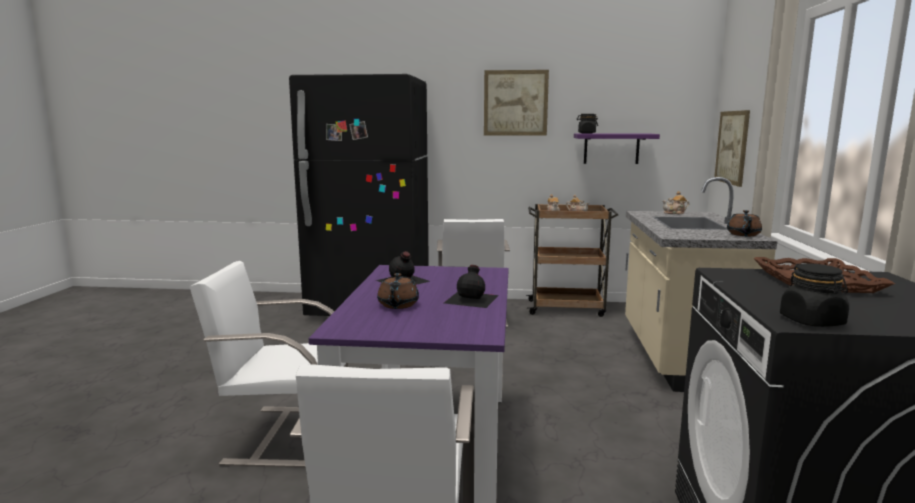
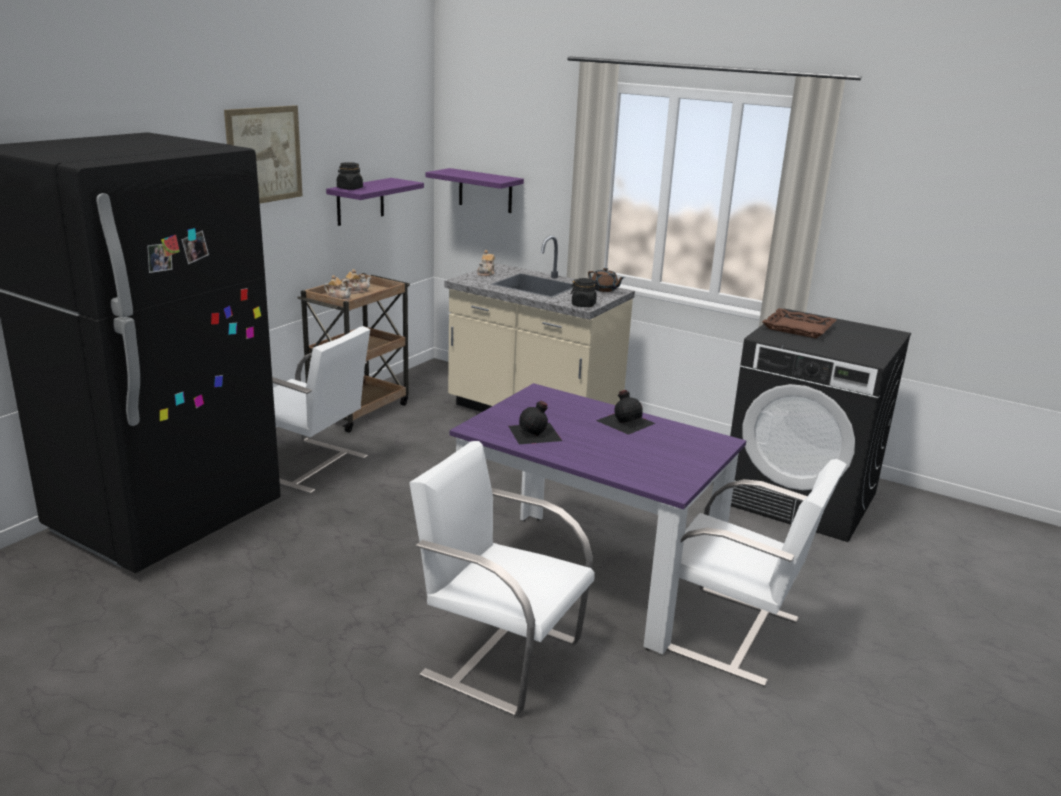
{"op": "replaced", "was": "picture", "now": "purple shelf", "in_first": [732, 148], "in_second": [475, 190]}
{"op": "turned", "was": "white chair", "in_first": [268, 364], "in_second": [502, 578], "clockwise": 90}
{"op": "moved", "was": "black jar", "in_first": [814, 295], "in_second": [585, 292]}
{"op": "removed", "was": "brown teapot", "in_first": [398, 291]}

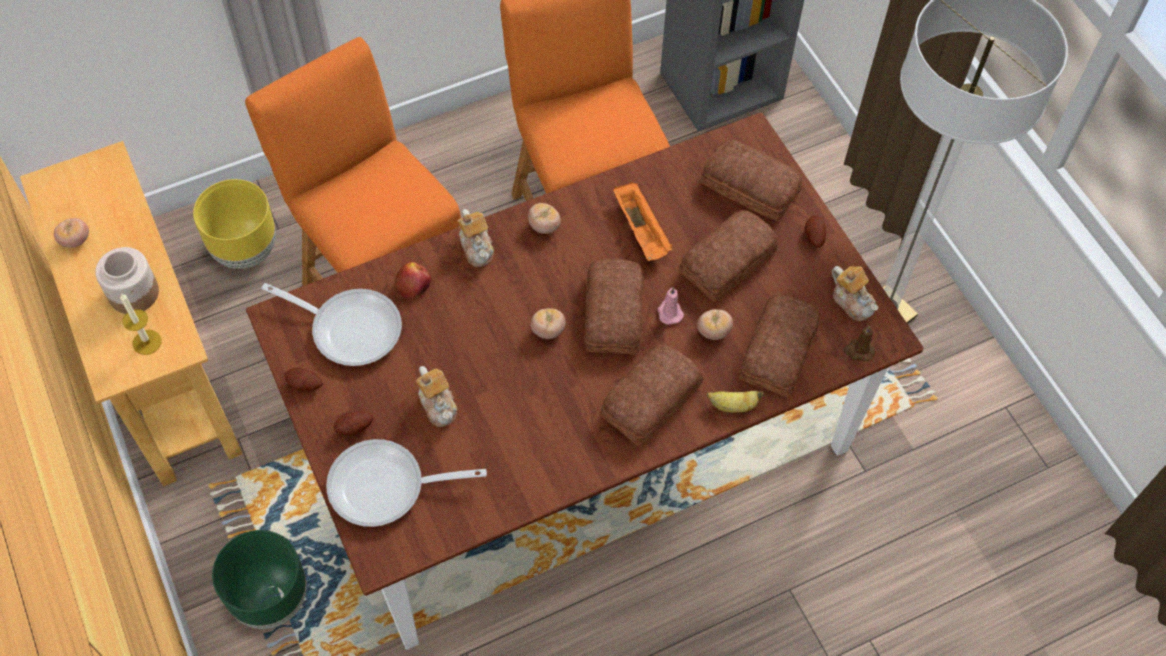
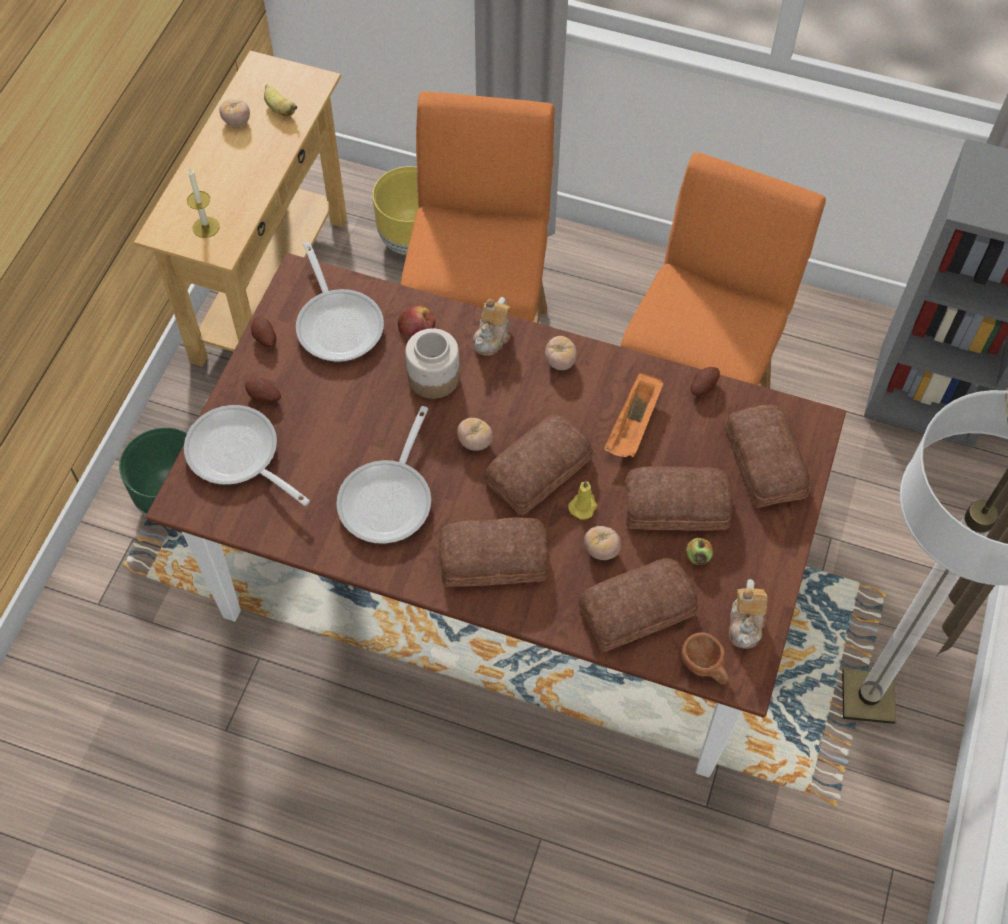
{"op": "moved", "was": "potato", "in_first": [815, 231], "in_second": [705, 381]}
{"op": "moved", "was": "jar", "in_first": [127, 280], "in_second": [432, 363]}
{"op": "recoloured", "was": "pink candle", "now": "yellow candle", "in_first": [671, 306], "in_second": [582, 500]}
{"op": "replaced", "was": "brown candle", "now": "brown cup", "in_first": [859, 343], "in_second": [705, 658]}
{"op": "removed", "was": "teapot", "in_first": [436, 396]}
{"op": "moved", "was": "banana", "in_first": [735, 402], "in_second": [280, 100]}
{"op": "added", "now": "frying pan", "in_second": [383, 475]}
{"op": "added", "now": "apple", "in_second": [699, 551]}

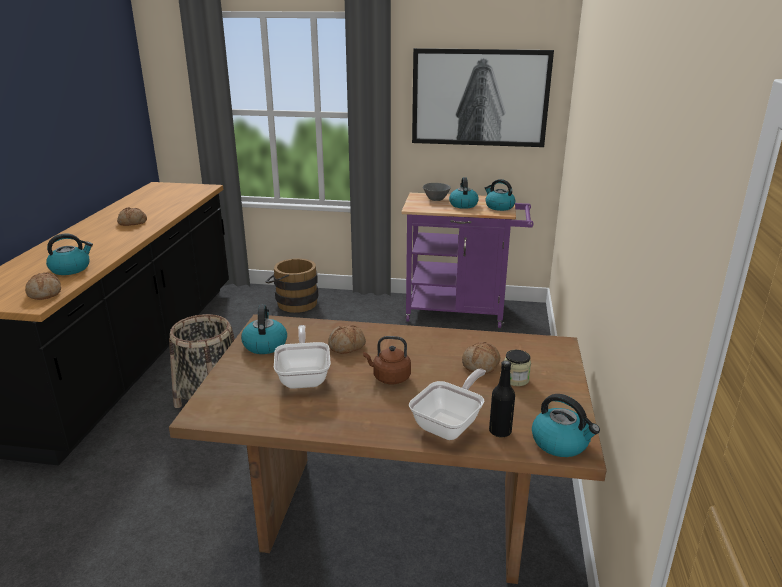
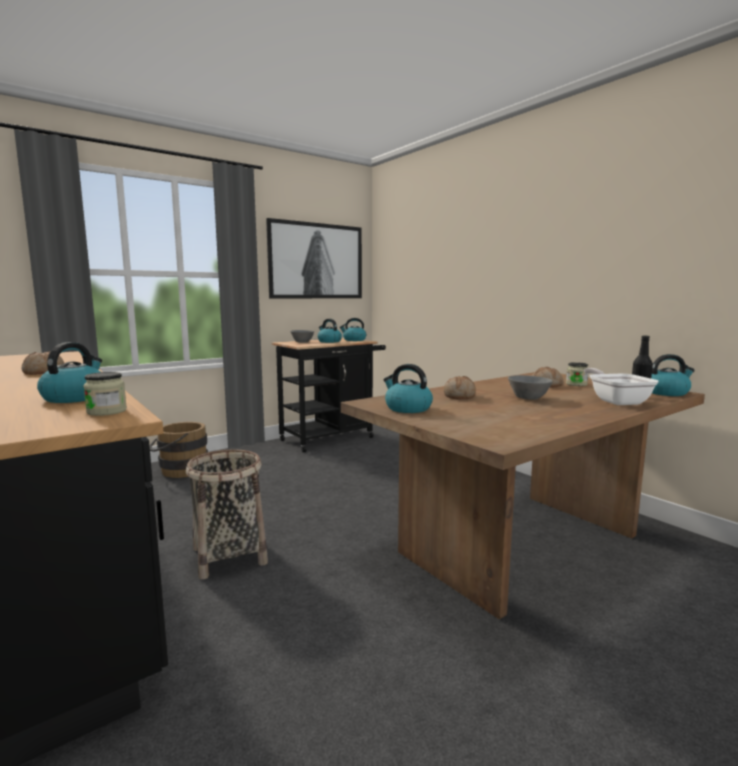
{"op": "recoloured", "was": "purple cart", "now": "black cart", "in_first": [467, 260], "in_second": [329, 395]}
{"op": "replaced", "was": "bread", "now": "jar", "in_first": [43, 286], "in_second": [105, 394]}
{"op": "removed", "was": "frying pan", "in_first": [302, 357]}
{"op": "replaced", "was": "brown kettle", "now": "grey bowl", "in_first": [387, 360], "in_second": [530, 387]}

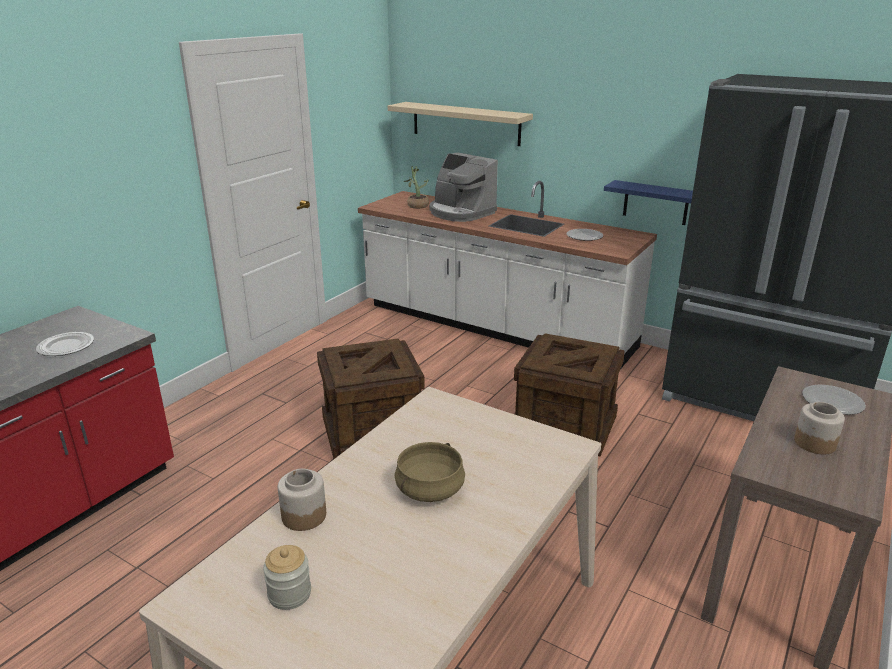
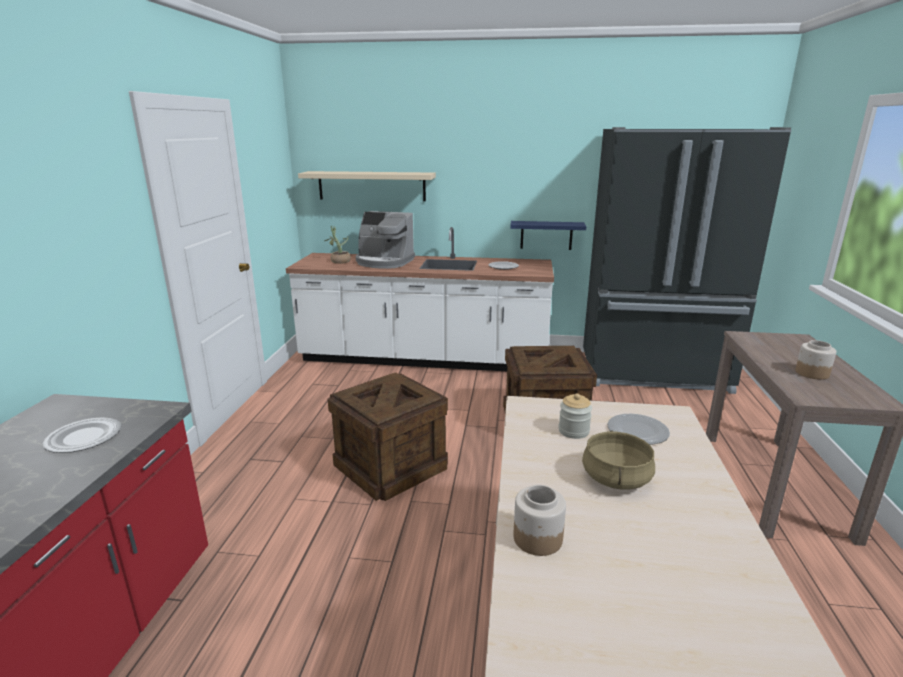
{"op": "moved", "was": "plate", "in_first": [834, 400], "in_second": [639, 429]}
{"op": "moved", "was": "jar", "in_first": [287, 577], "in_second": [575, 416]}

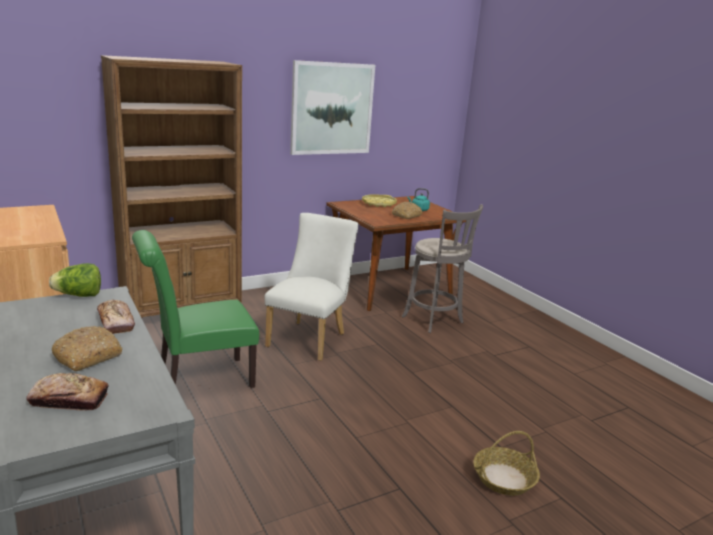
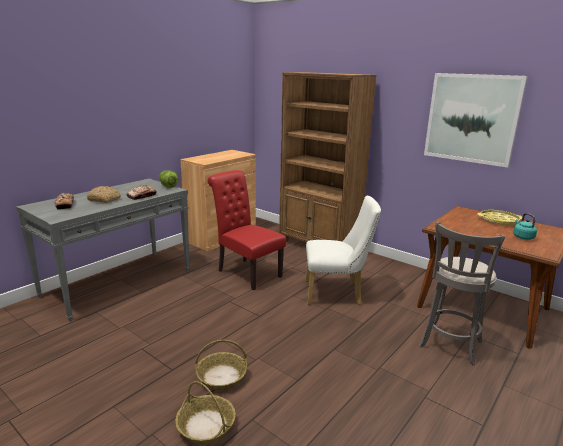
{"op": "removed", "was": "bread", "in_first": [407, 210]}
{"op": "recoloured", "was": "green chair", "now": "red chair", "in_first": [195, 309], "in_second": [246, 230]}
{"op": "added", "now": "basket", "in_second": [221, 365]}

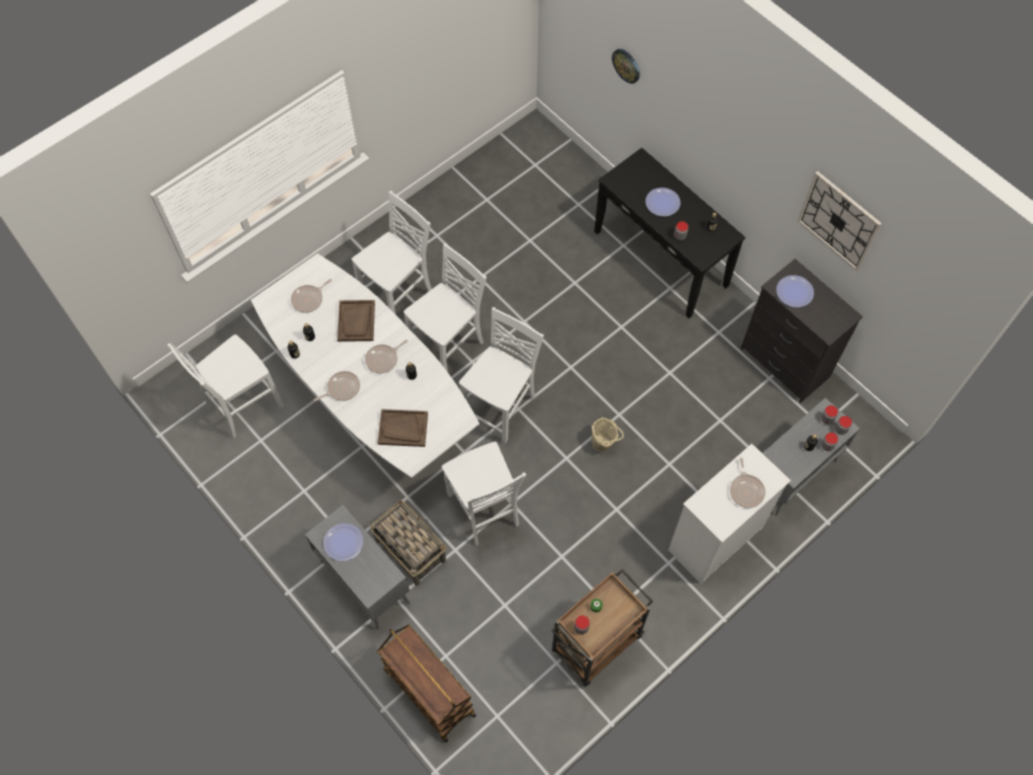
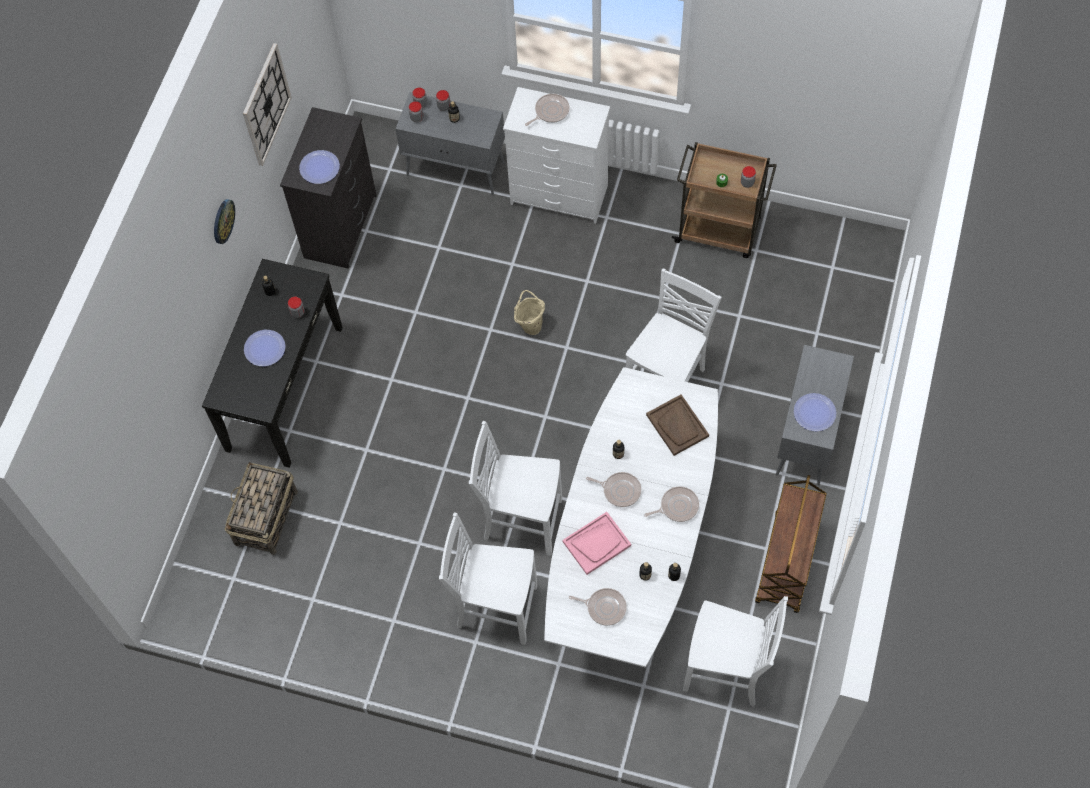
{"op": "moved", "was": "wall clock", "in_first": [626, 66], "in_second": [224, 221]}
{"op": "recoloured", "was": "brown tray", "now": "pink tray", "in_first": [356, 321], "in_second": [597, 543]}
{"op": "removed", "was": "white chair", "in_first": [501, 375]}
{"op": "turned", "was": "frying pan", "in_first": [337, 386], "in_second": [671, 504], "clockwise": 135}
{"op": "moved", "was": "basket", "in_first": [408, 543], "in_second": [261, 508]}
{"op": "moved", "was": "brown cart", "in_first": [426, 683], "in_second": [791, 544]}

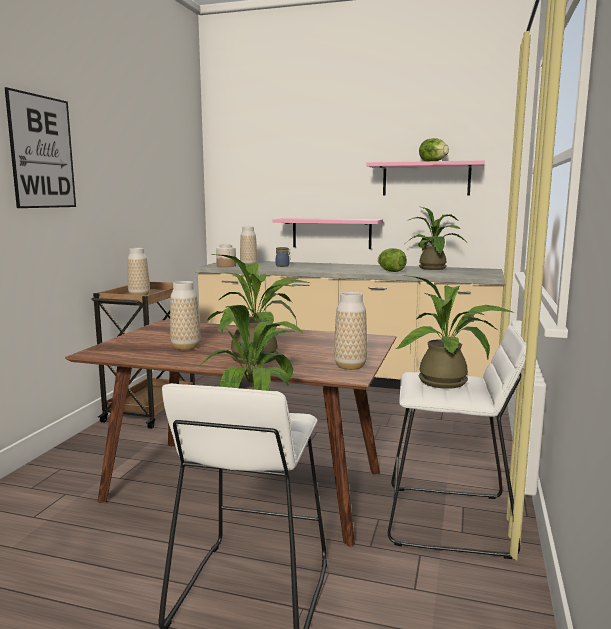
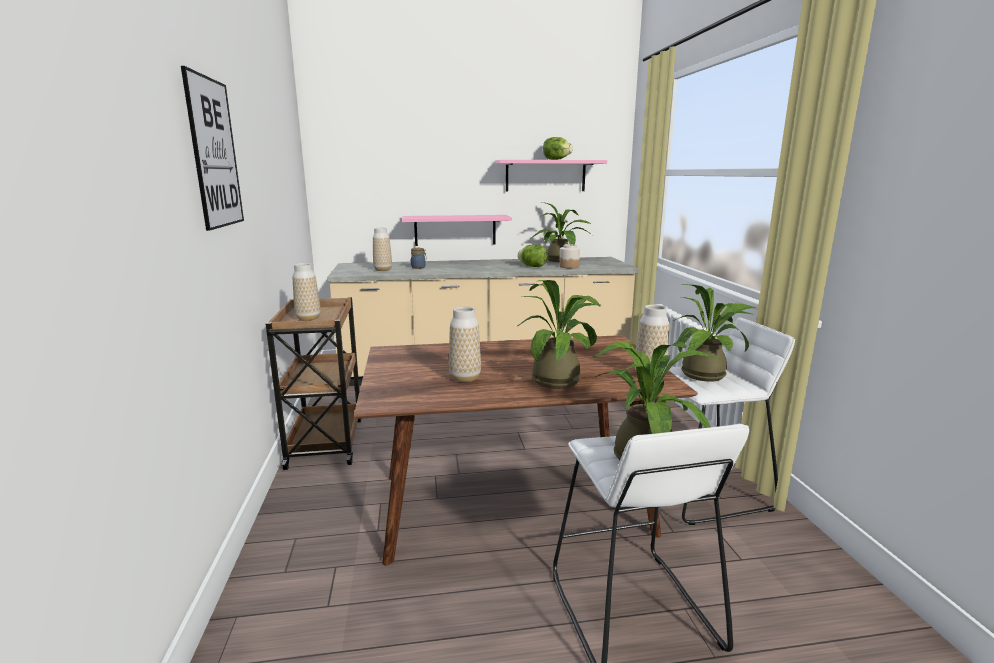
{"op": "moved", "was": "jar", "in_first": [226, 255], "in_second": [569, 256]}

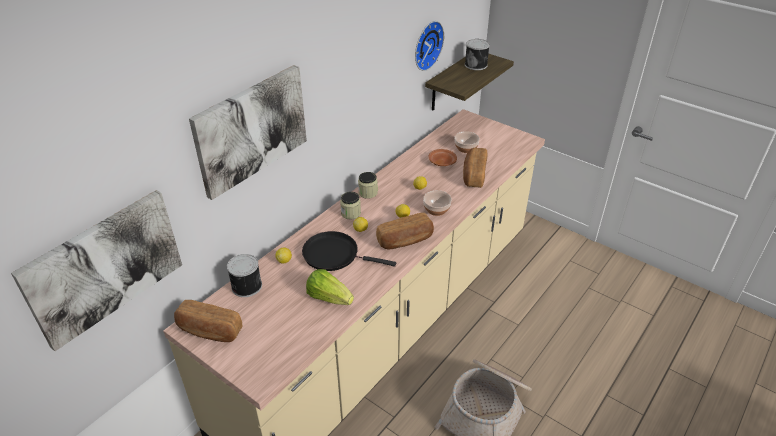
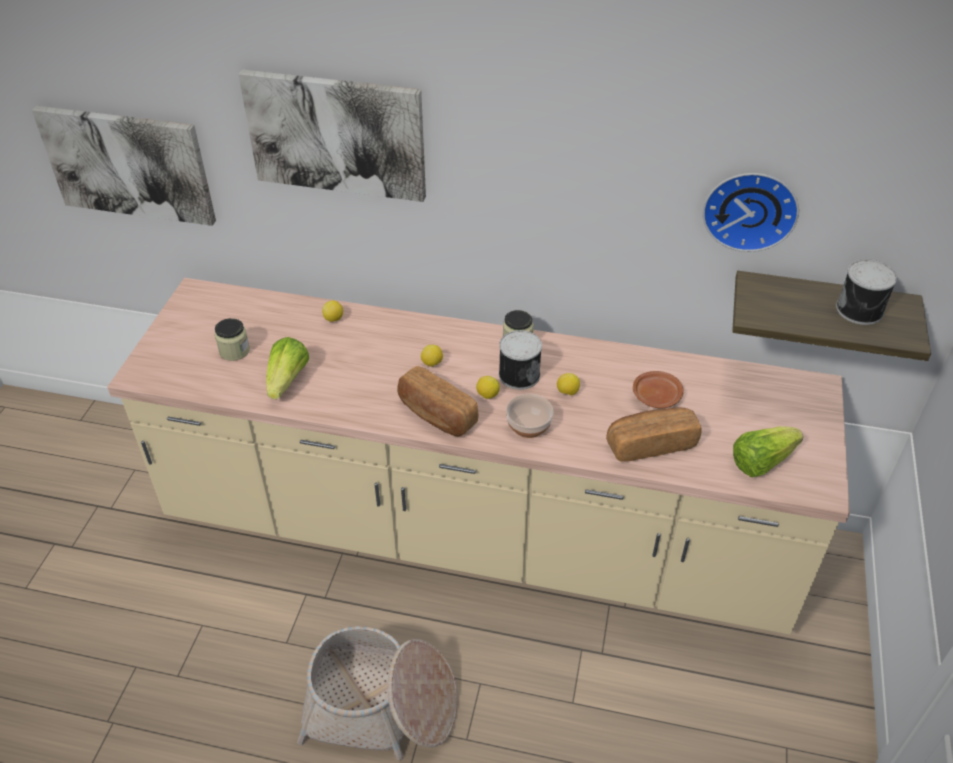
{"op": "removed", "was": "bowl", "in_first": [467, 142]}
{"op": "moved", "was": "jar", "in_first": [350, 206], "in_second": [232, 339]}
{"op": "removed", "was": "black frying pan", "in_first": [349, 251]}
{"op": "moved", "was": "can", "in_first": [244, 275], "in_second": [520, 360]}
{"op": "removed", "was": "bread", "in_first": [208, 321]}
{"op": "added", "now": "lettuce", "in_second": [768, 451]}

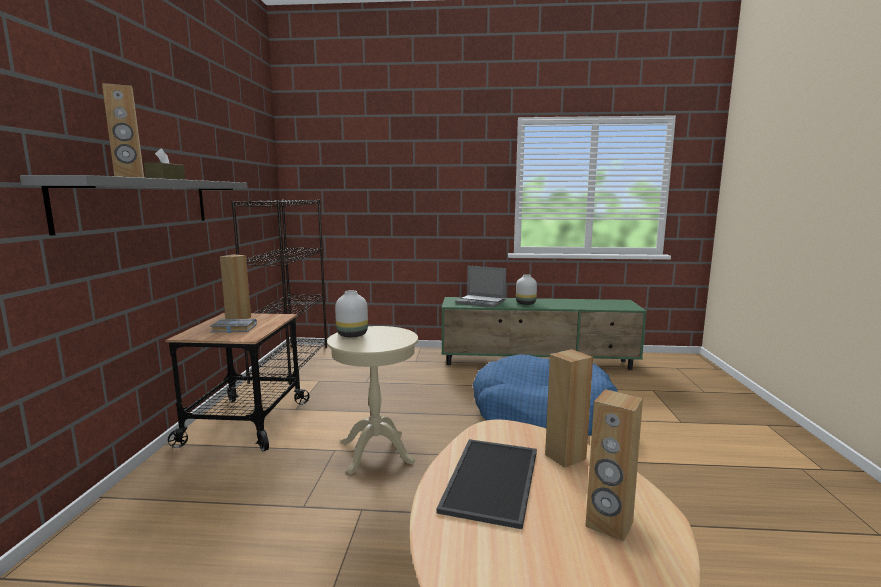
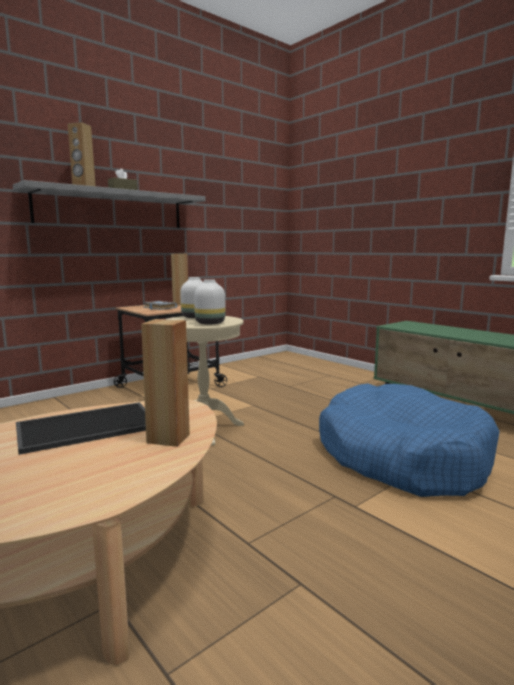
{"op": "removed", "was": "black bookcase", "in_first": [279, 292]}
{"op": "removed", "was": "laptop", "in_first": [480, 286]}
{"op": "moved", "was": "white vase", "in_first": [526, 289], "in_second": [209, 302]}
{"op": "removed", "was": "brown speaker", "in_first": [614, 465]}

